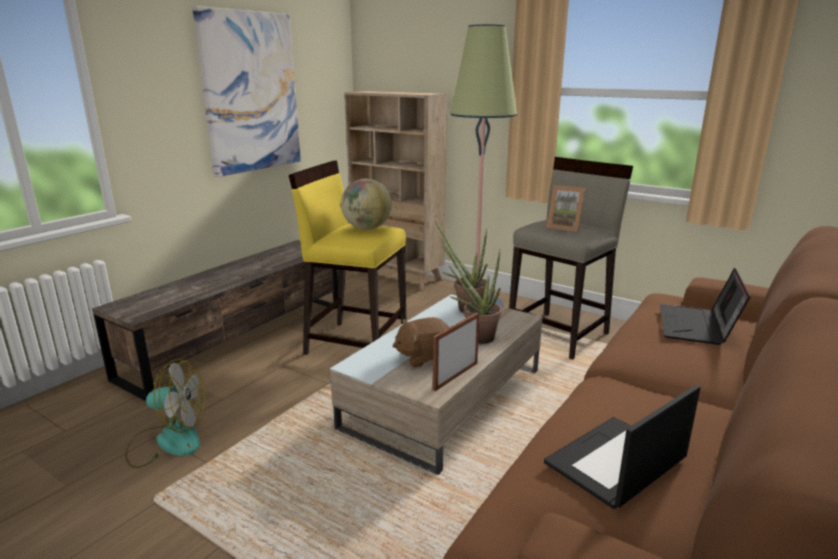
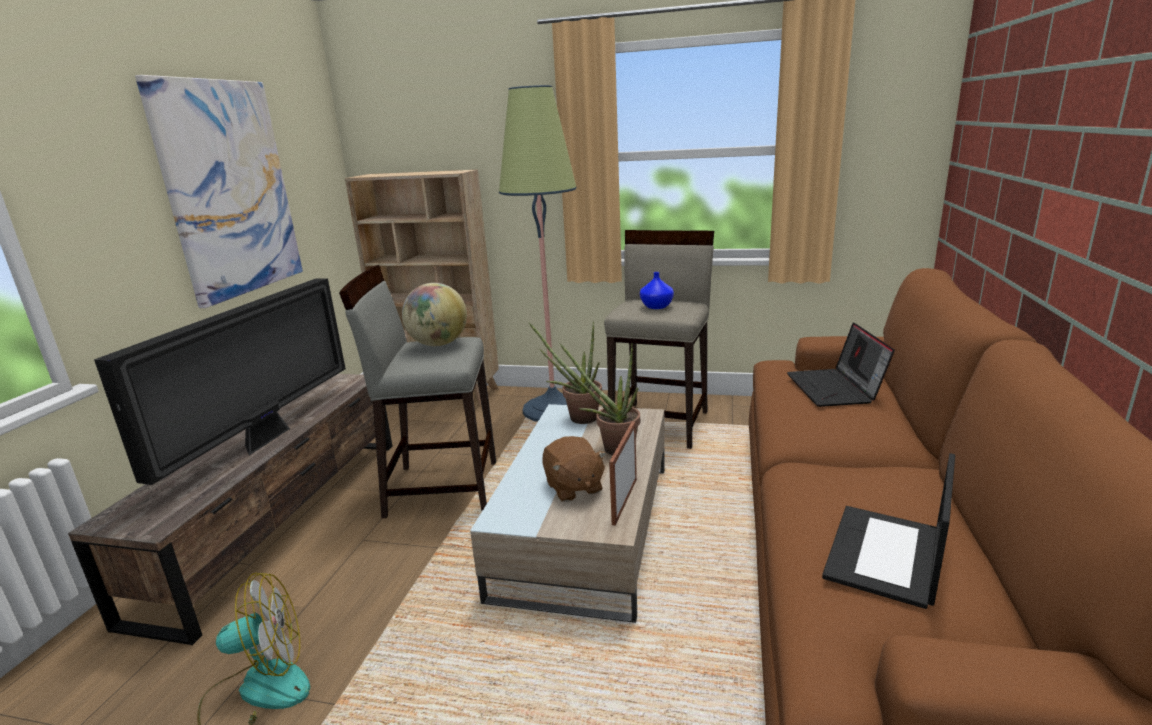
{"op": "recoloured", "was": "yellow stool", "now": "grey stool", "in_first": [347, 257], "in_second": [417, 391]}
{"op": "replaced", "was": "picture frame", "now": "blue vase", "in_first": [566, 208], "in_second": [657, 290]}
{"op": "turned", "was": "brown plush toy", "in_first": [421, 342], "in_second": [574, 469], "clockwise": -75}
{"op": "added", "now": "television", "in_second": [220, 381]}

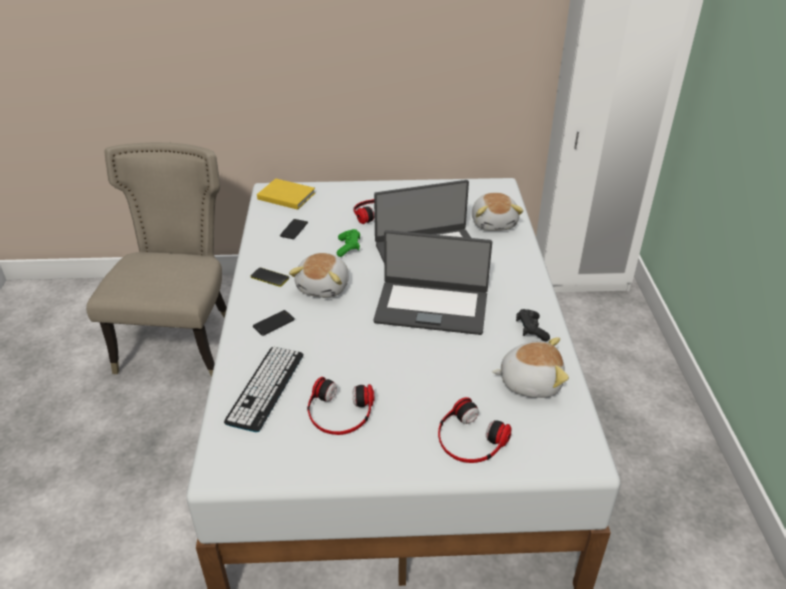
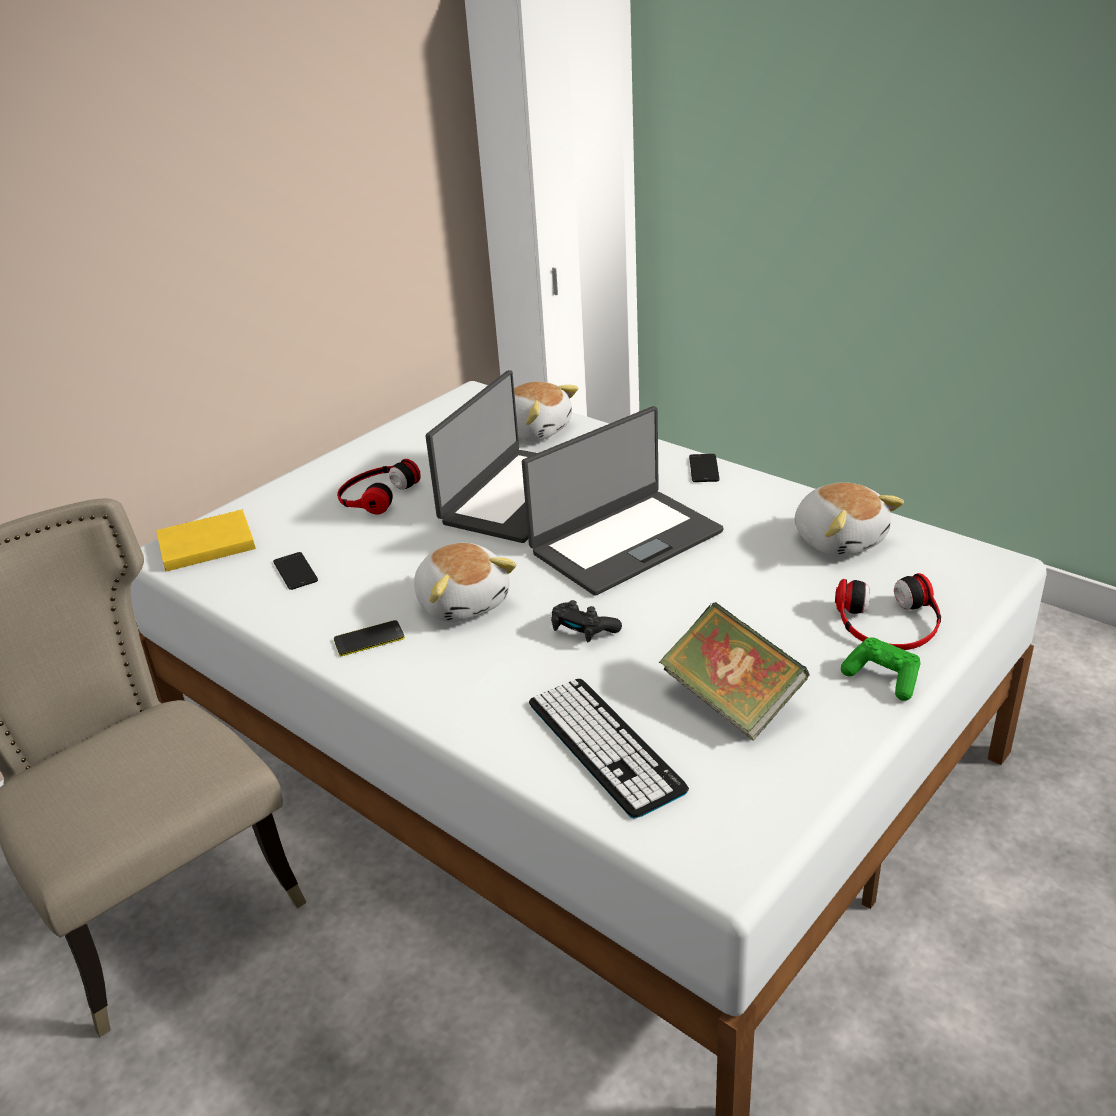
{"op": "moved", "was": "green game controller", "in_first": [348, 243], "in_second": [881, 669]}
{"op": "moved", "was": "black game controller", "in_first": [533, 325], "in_second": [586, 621]}
{"op": "moved", "was": "phone", "in_first": [274, 323], "in_second": [704, 468]}
{"op": "turned", "was": "plush toy", "in_first": [530, 367], "in_second": [849, 519], "clockwise": 105}
{"op": "replaced", "was": "headphones", "now": "book", "in_first": [341, 406], "in_second": [734, 671]}

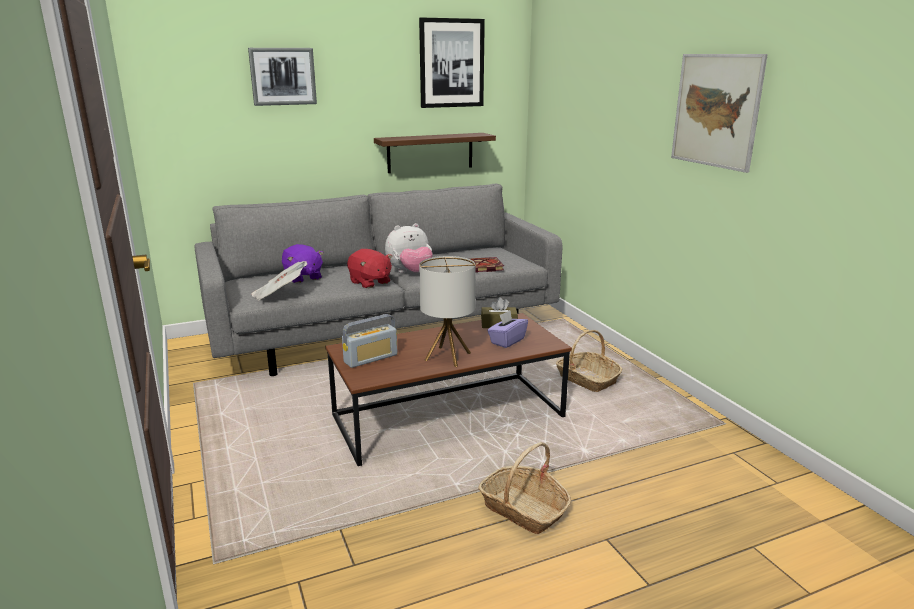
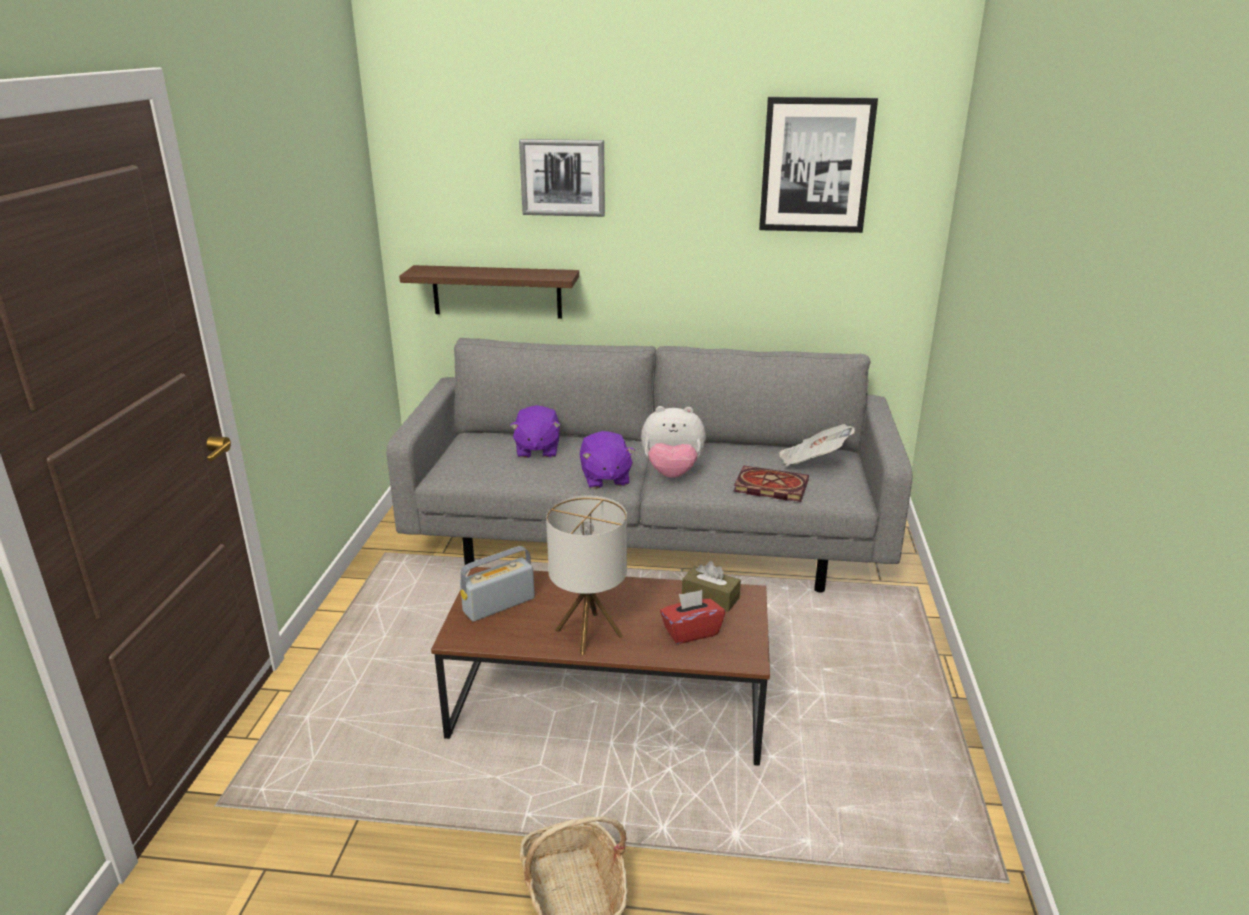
{"op": "removed", "was": "picture", "in_first": [719, 113]}
{"op": "moved", "was": "shelf", "in_first": [435, 153], "in_second": [489, 292]}
{"op": "recoloured", "was": "red plush toy", "now": "purple plush toy", "in_first": [369, 268], "in_second": [607, 460]}
{"op": "moved", "was": "newspaper", "in_first": [279, 280], "in_second": [817, 445]}
{"op": "recoloured", "was": "purple tissue box", "now": "red tissue box", "in_first": [507, 329], "in_second": [692, 617]}
{"op": "turned", "was": "radio", "in_first": [370, 341], "in_second": [497, 584], "clockwise": 150}
{"op": "removed", "was": "basket", "in_first": [589, 361]}

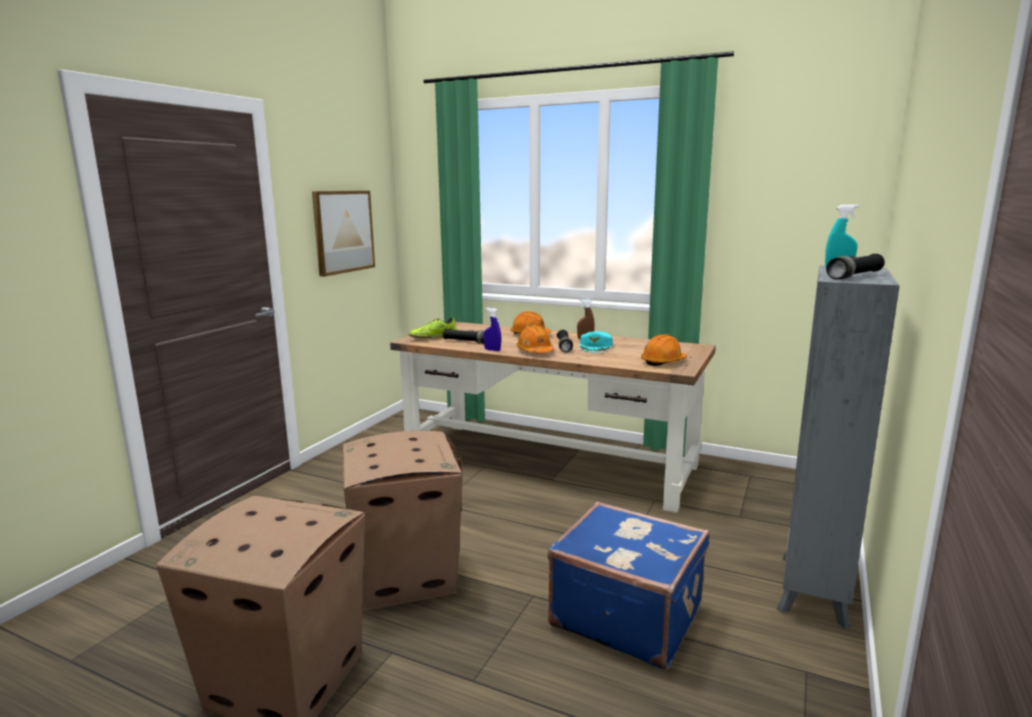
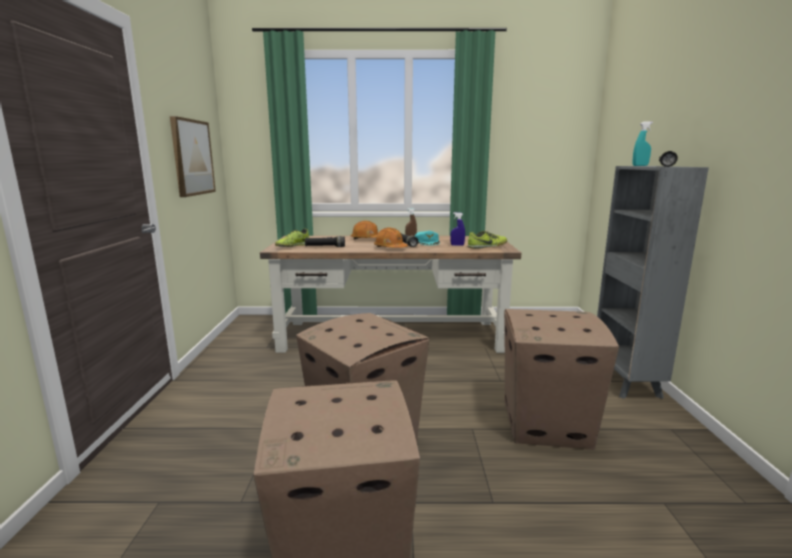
{"op": "moved", "was": "blue spray bottle", "in_first": [492, 329], "in_second": [457, 229]}
{"op": "replaced", "was": "orange hard hat", "now": "shoe", "in_first": [664, 350], "in_second": [487, 240]}
{"op": "replaced", "was": "blue suitcase", "now": "cardboard box", "in_first": [628, 586], "in_second": [561, 379]}

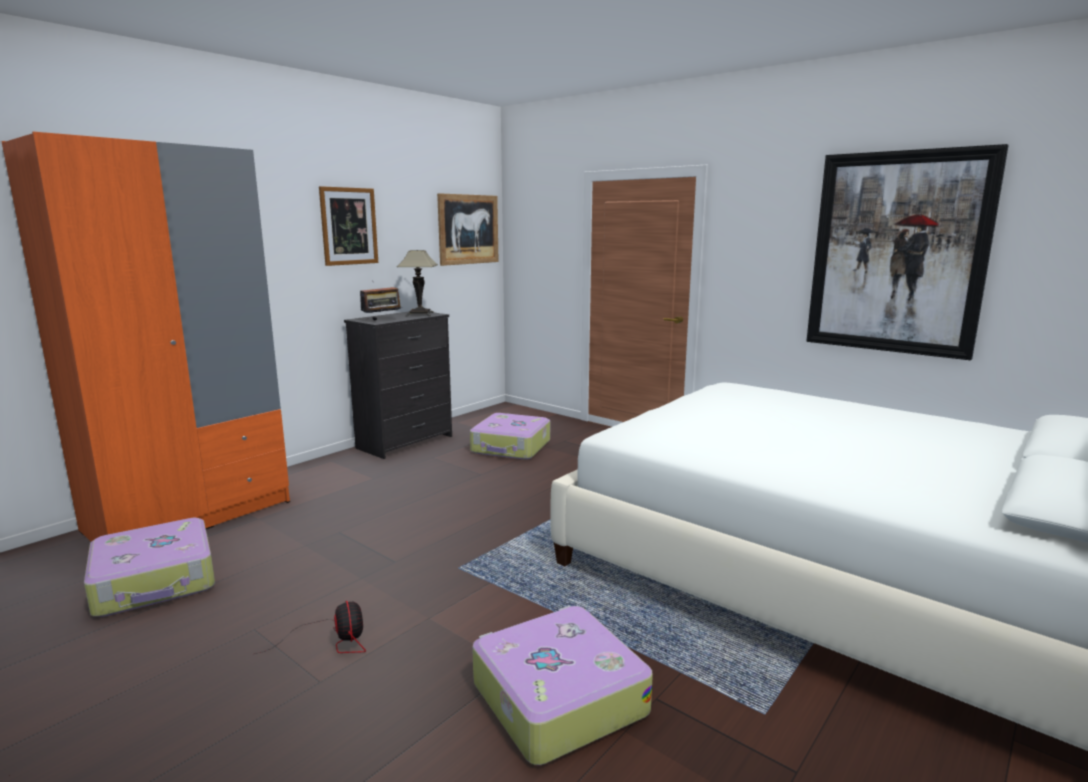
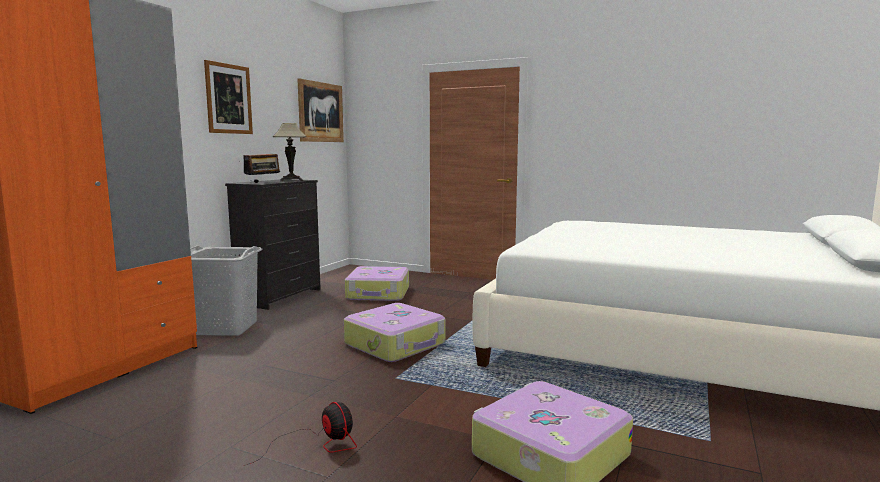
{"op": "removed", "was": "picture", "in_first": [907, 252]}
{"op": "moved", "was": "suitcase", "in_first": [149, 567], "in_second": [395, 332]}
{"op": "added", "now": "grey laundry basket", "in_second": [226, 291]}

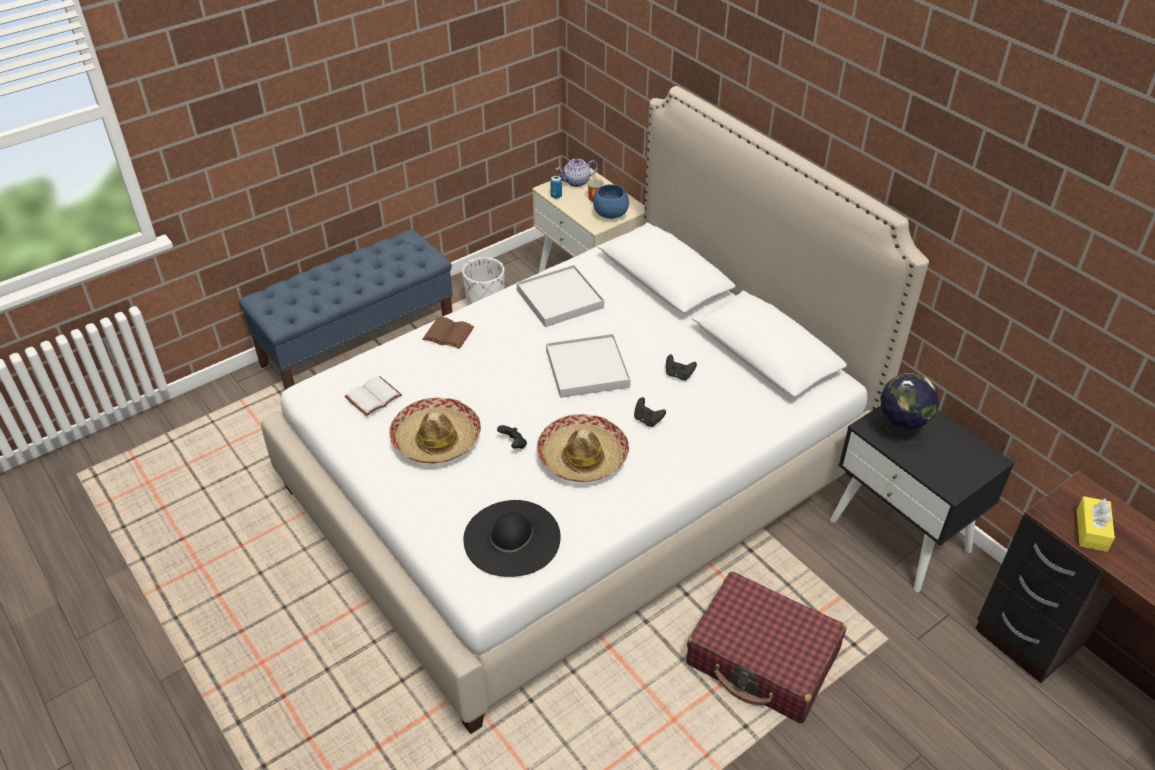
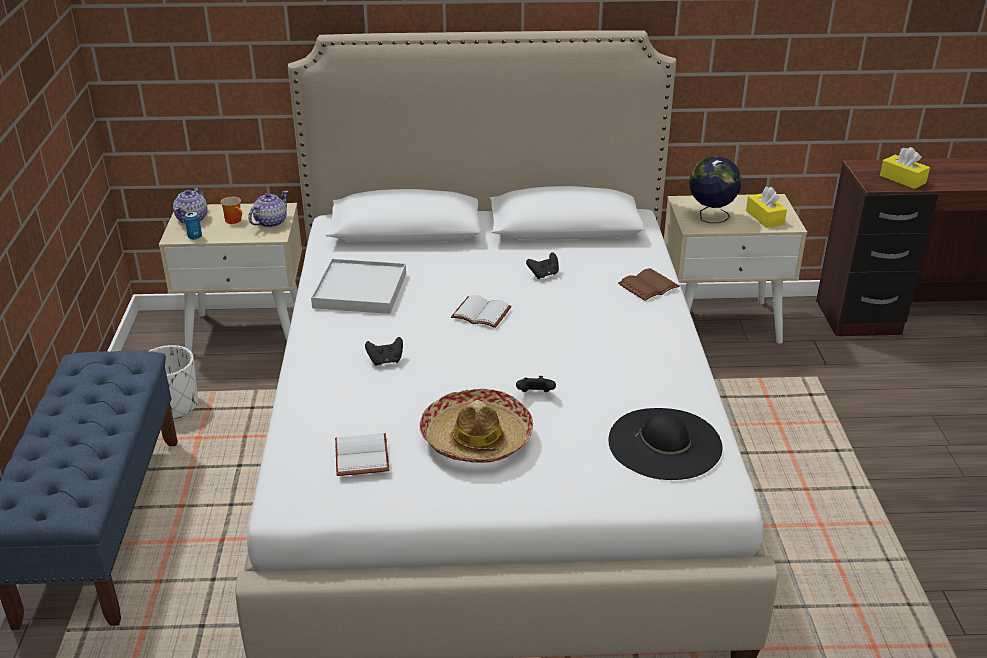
{"op": "replaced", "was": "blue bowl", "now": "teapot", "in_first": [611, 201], "in_second": [268, 209]}
{"op": "moved", "was": "brown book", "in_first": [448, 333], "in_second": [649, 284]}
{"op": "replaced", "was": "white tray", "now": "white book", "in_first": [588, 366], "in_second": [481, 311]}
{"op": "moved", "was": "black game controller", "in_first": [650, 412], "in_second": [384, 351]}
{"op": "recoloured", "was": "black nightstand", "now": "beige nightstand", "in_first": [922, 498], "in_second": [735, 269]}
{"op": "removed", "was": "hat", "in_first": [583, 448]}
{"op": "removed", "was": "red suitcase", "in_first": [766, 647]}
{"op": "added", "now": "yellow tissue box", "in_second": [766, 207]}

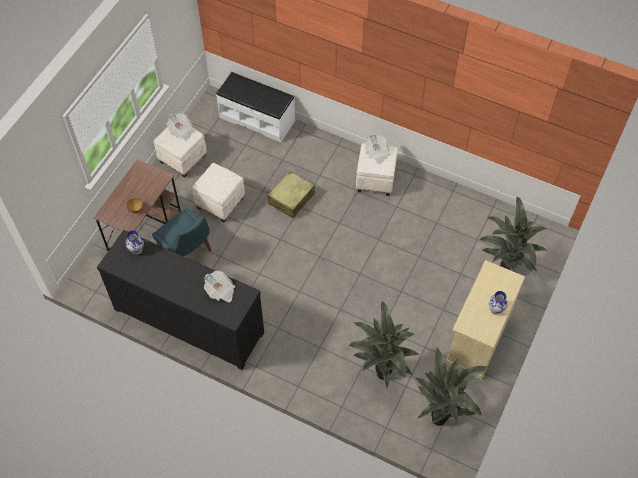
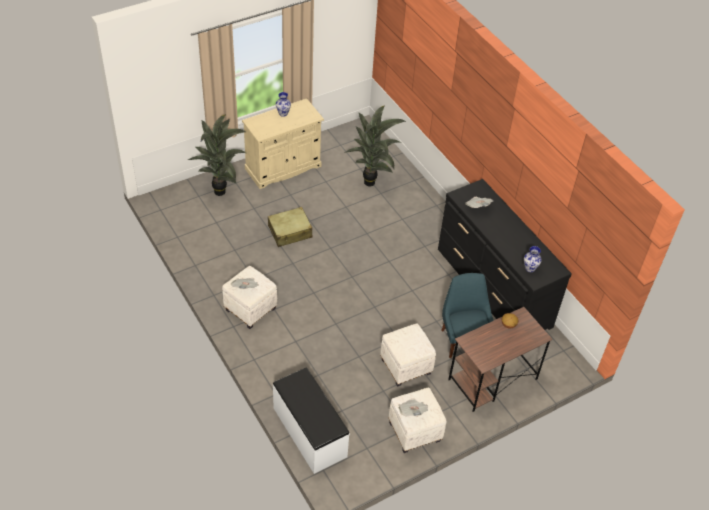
{"op": "moved", "was": "beige suitcase", "in_first": [291, 194], "in_second": [290, 227]}
{"op": "removed", "was": "potted plant", "in_first": [452, 387]}

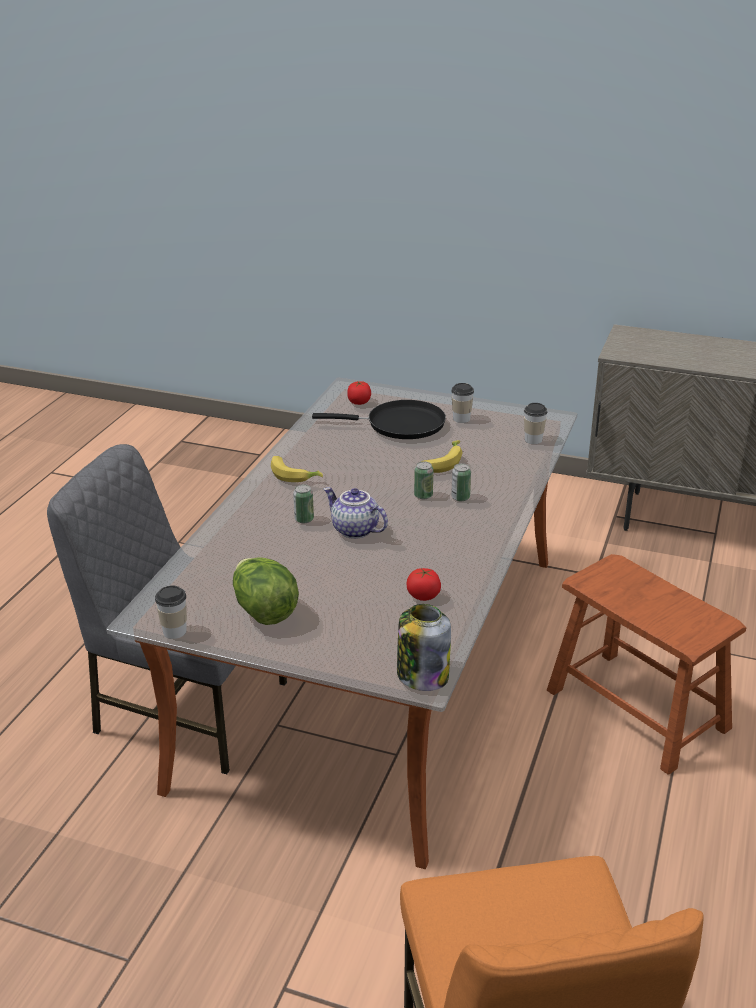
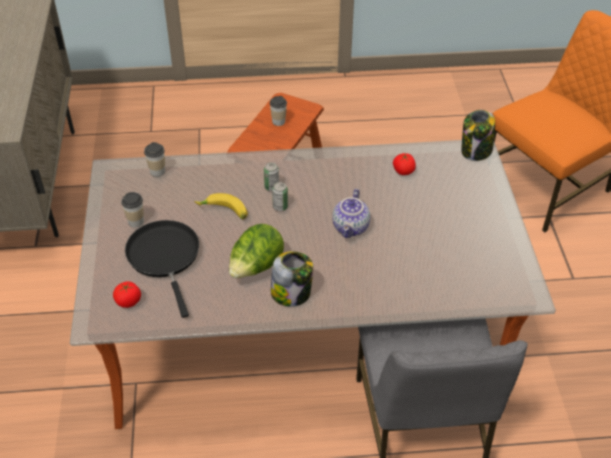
{"op": "replaced", "was": "banana", "now": "jar", "in_first": [297, 469], "in_second": [292, 279]}
{"op": "removed", "was": "can", "in_first": [303, 504]}
{"op": "moved", "was": "lettuce", "in_first": [266, 591], "in_second": [256, 251]}
{"op": "moved", "was": "cup", "in_first": [171, 612], "in_second": [278, 111]}

